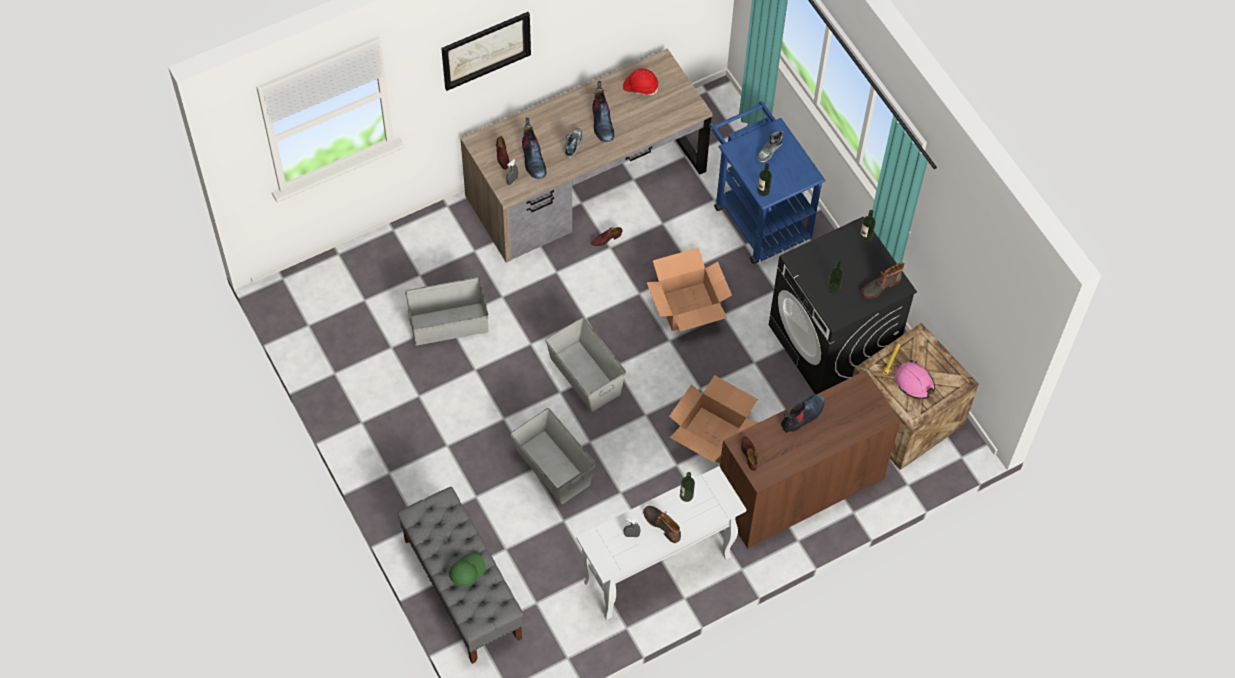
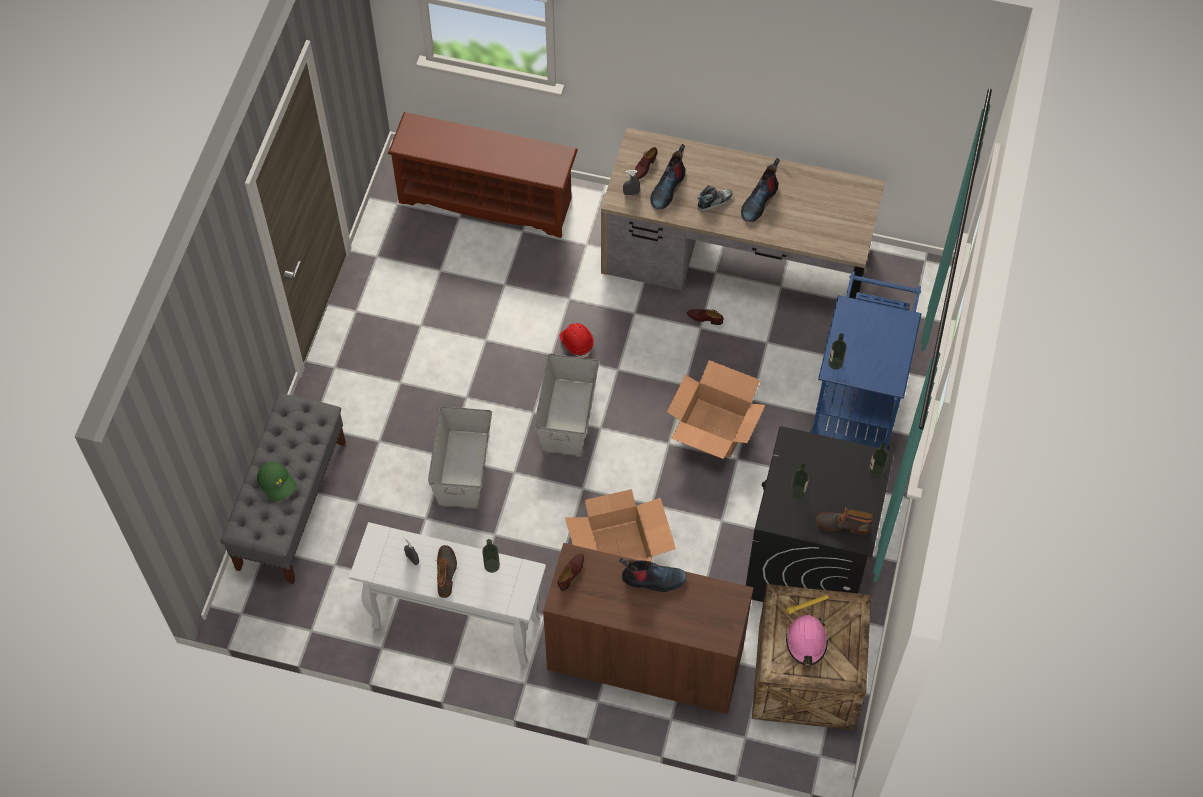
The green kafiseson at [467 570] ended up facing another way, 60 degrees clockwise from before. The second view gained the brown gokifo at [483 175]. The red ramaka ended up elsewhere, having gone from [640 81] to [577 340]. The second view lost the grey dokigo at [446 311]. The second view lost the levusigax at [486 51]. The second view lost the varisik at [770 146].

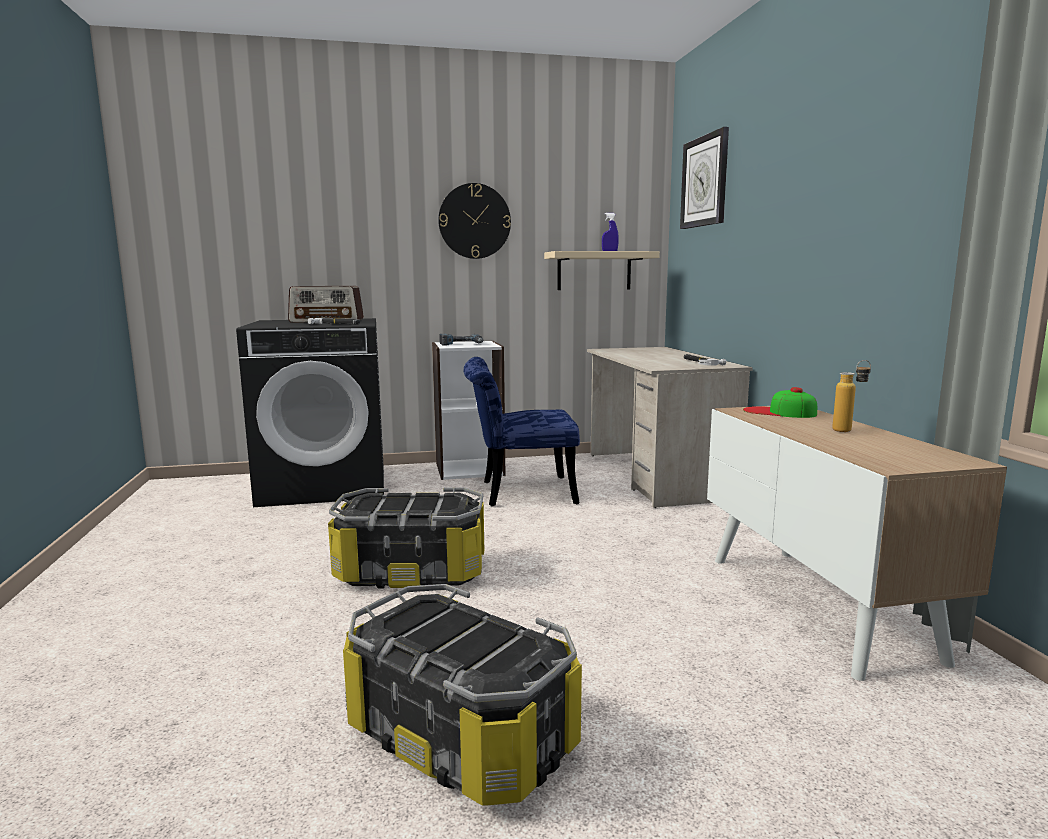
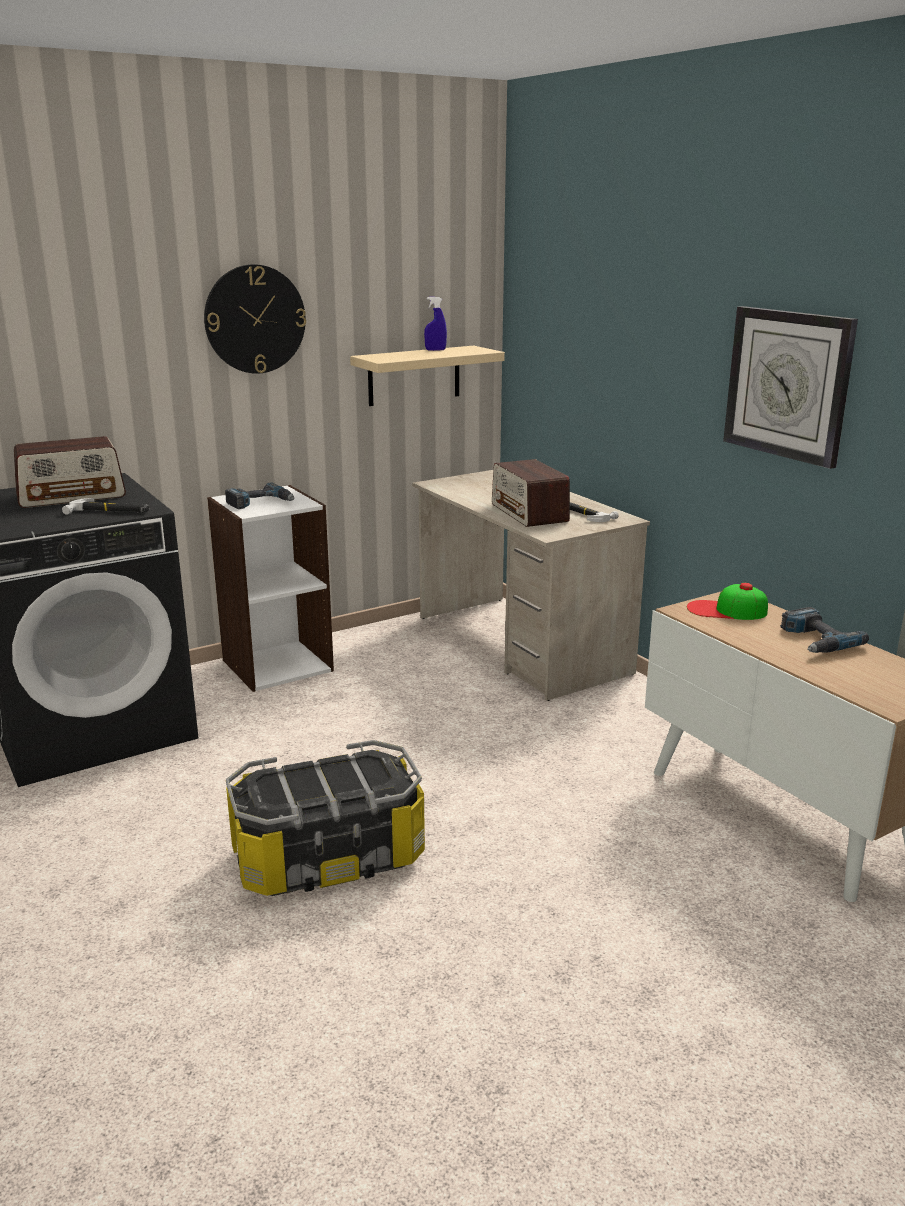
The second view gained the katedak at [531 493]. The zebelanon ended up elsewhere, having gone from [704 178] to [790 387]. Where the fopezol stood at [851 396], the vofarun came to stand at [824 630]. The second view lost the dokigo at [462 695]. The second view lost the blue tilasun at [522 431].

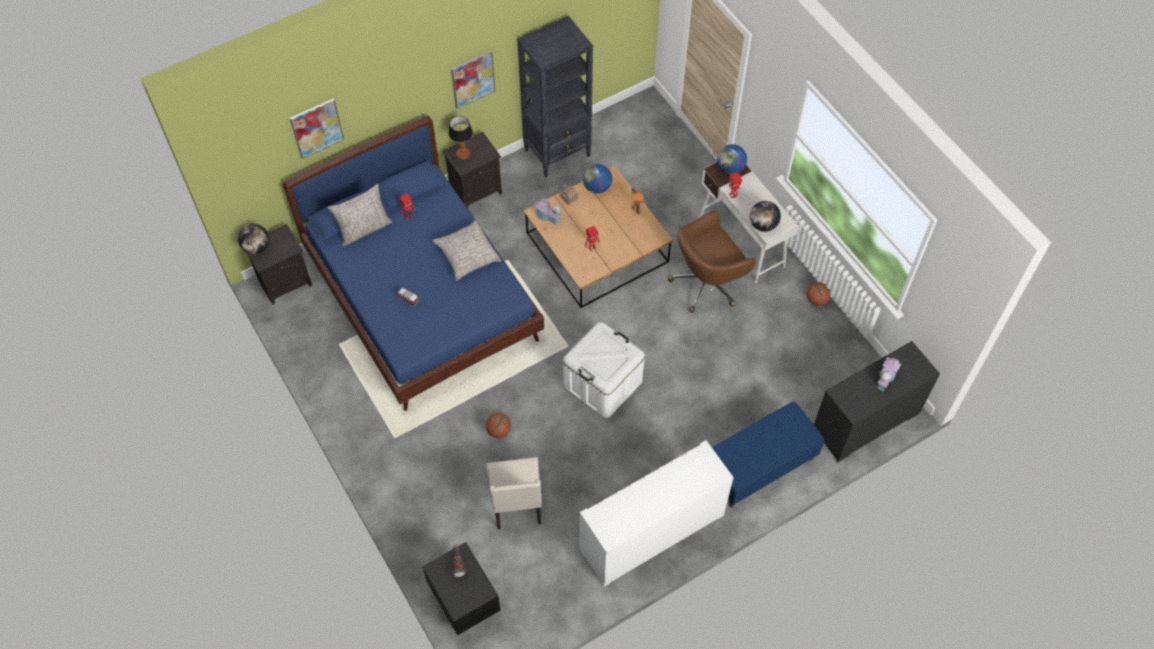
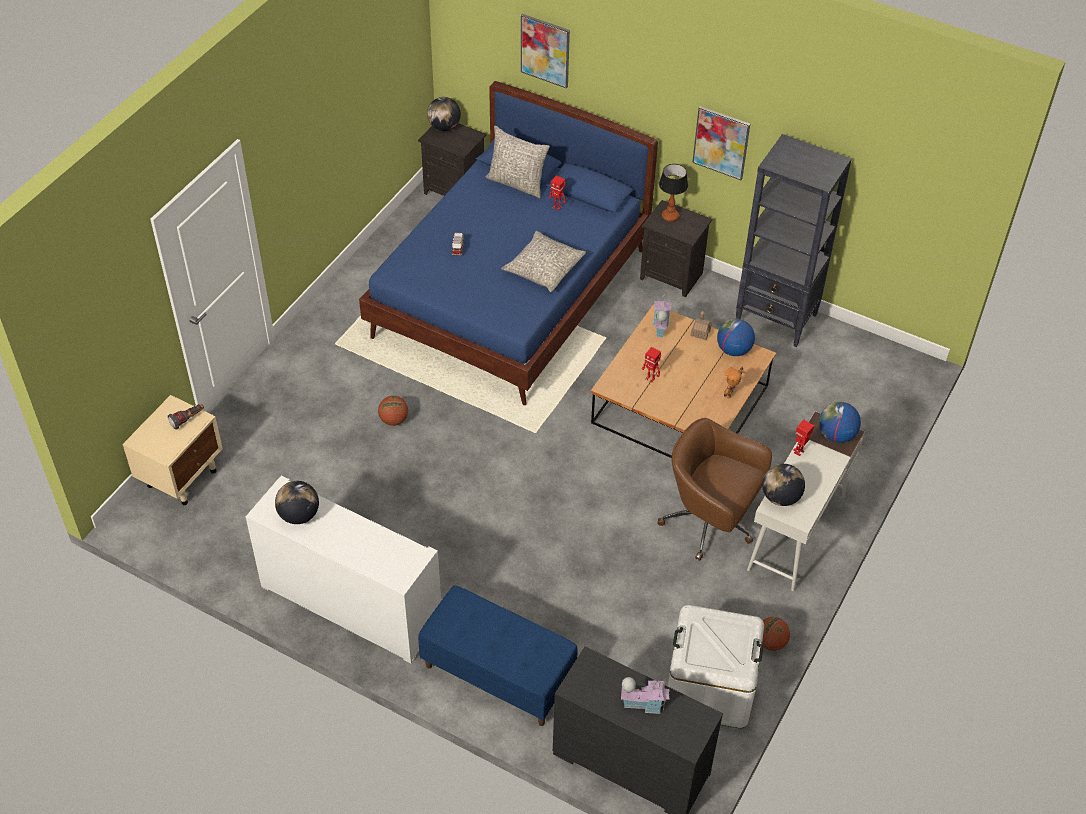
What was the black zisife at [461 588] turned into the beige zisife at [172 450]. The second view gained the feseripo at [297 502]. The white dokigo ended up elsewhere, having gone from [604 370] to [716 666]. The second view lost the beige tilasun at [514 493].

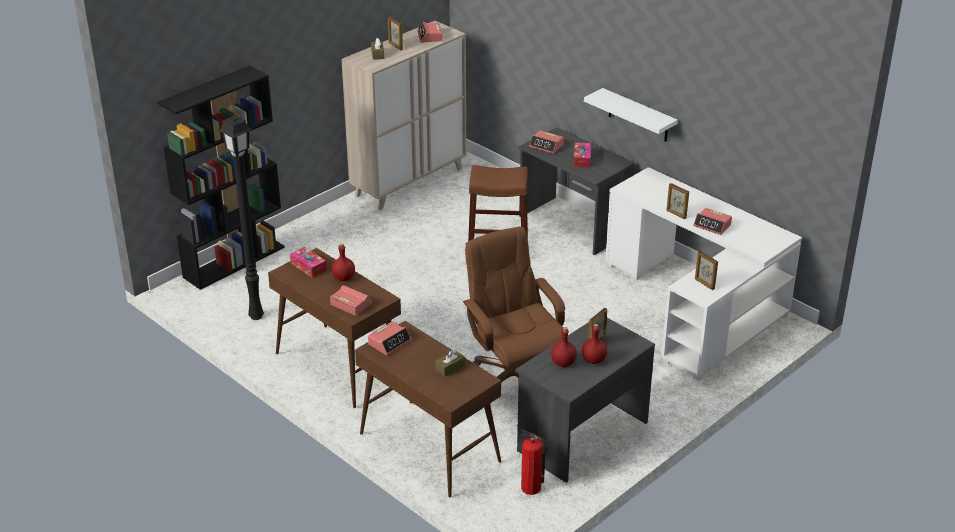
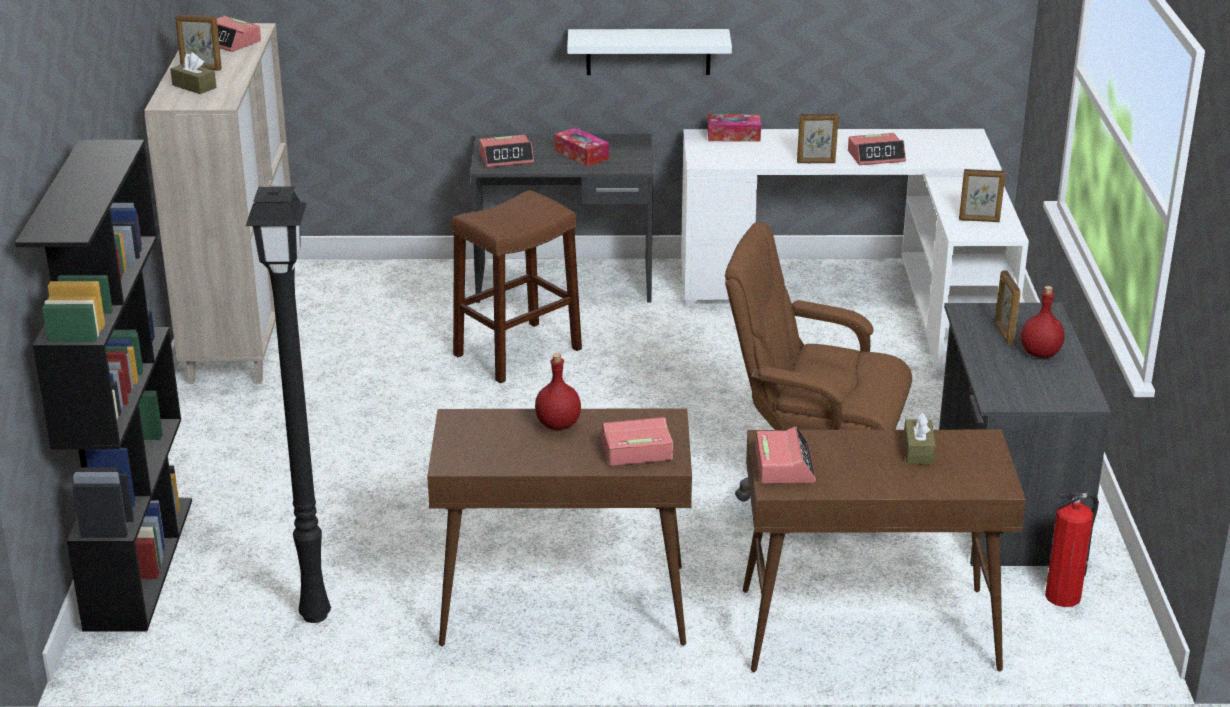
The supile ended up elsewhere, having gone from [308 262] to [734 128]. The second view lost the red fopezol at [564 347].

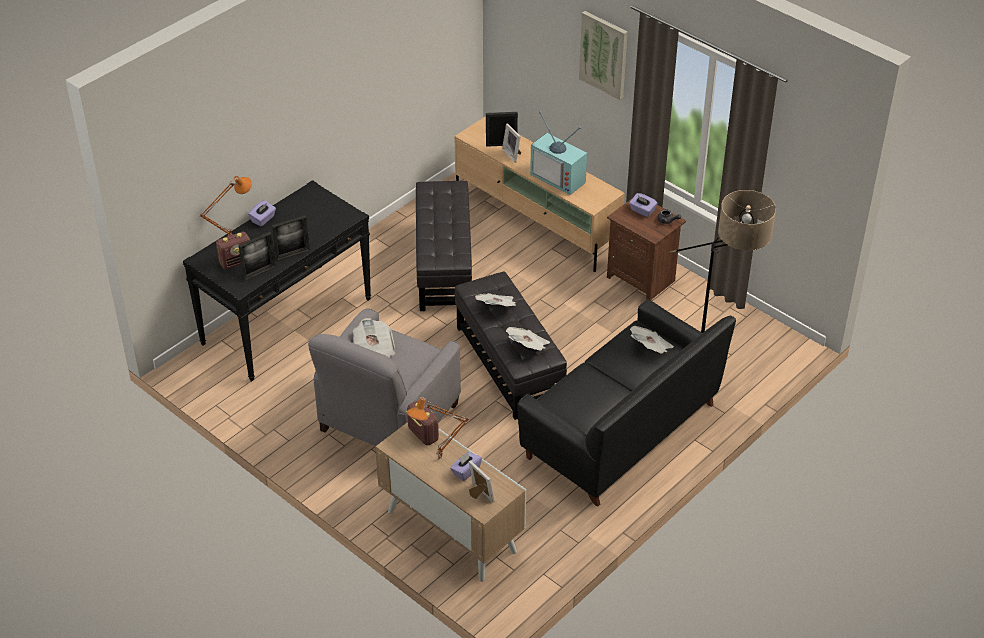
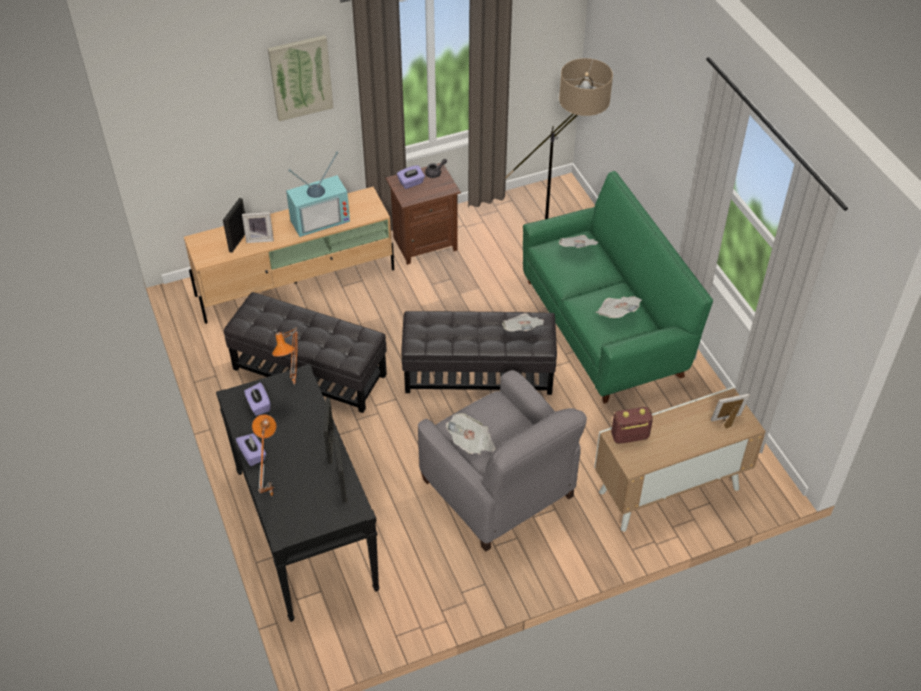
The purple supile ended up elsewhere, having gone from [466 466] to [257 399]. The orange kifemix ended up elsewhere, having gone from [438 428] to [285 356]. What was the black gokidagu at [626 403] turned into the green gokidagu at [618 287]. The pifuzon ended up elsewhere, having gone from [495 299] to [619 307]. The second view lost the katedak at [233 250].

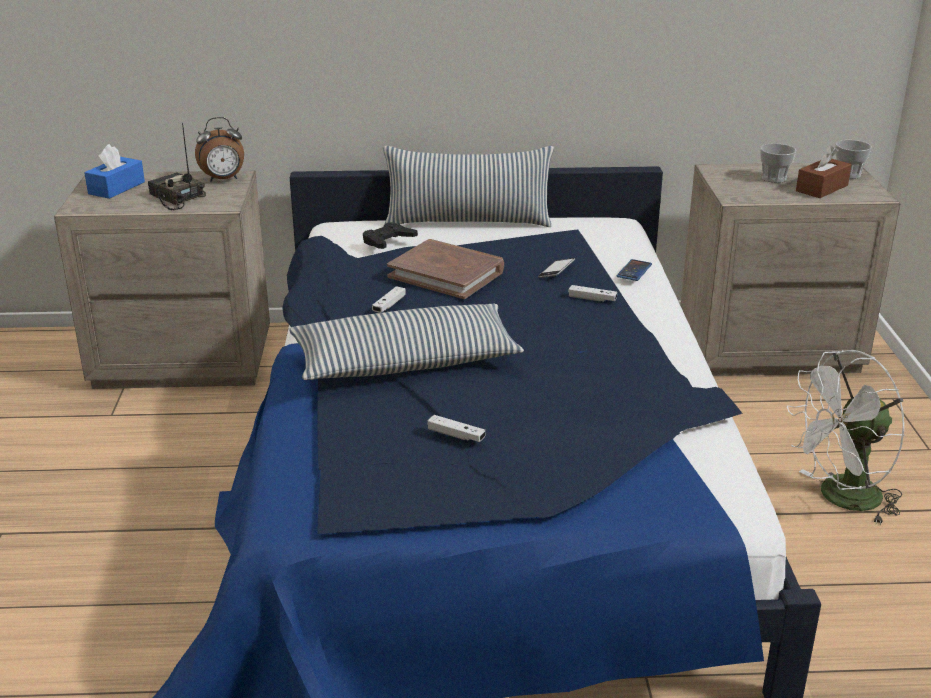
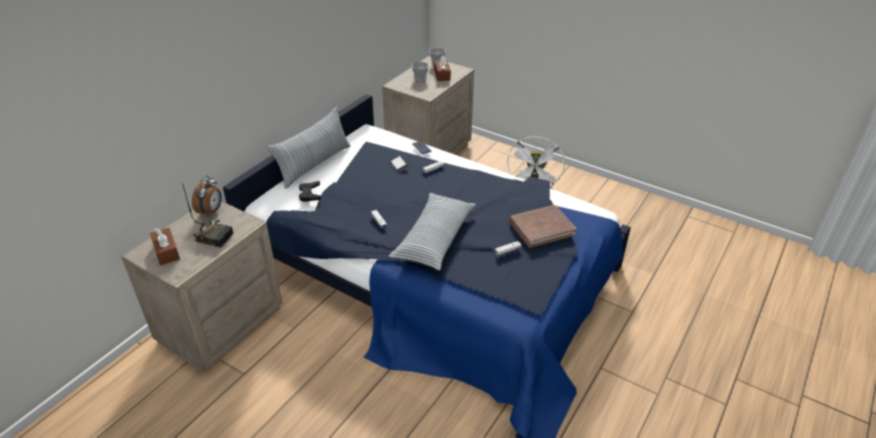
What was the blue supile at [114 171] turned into the brown supile at [165 246]. The katedak at [177 166] ended up facing another way, 150 degrees counterclockwise from before. The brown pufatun ended up elsewhere, having gone from [445 269] to [543 226].

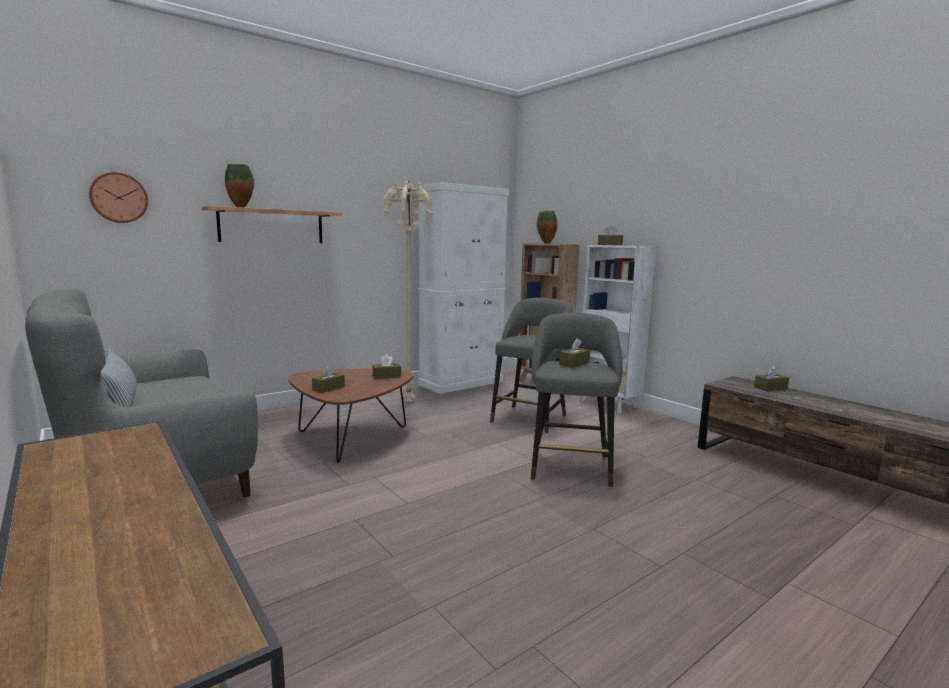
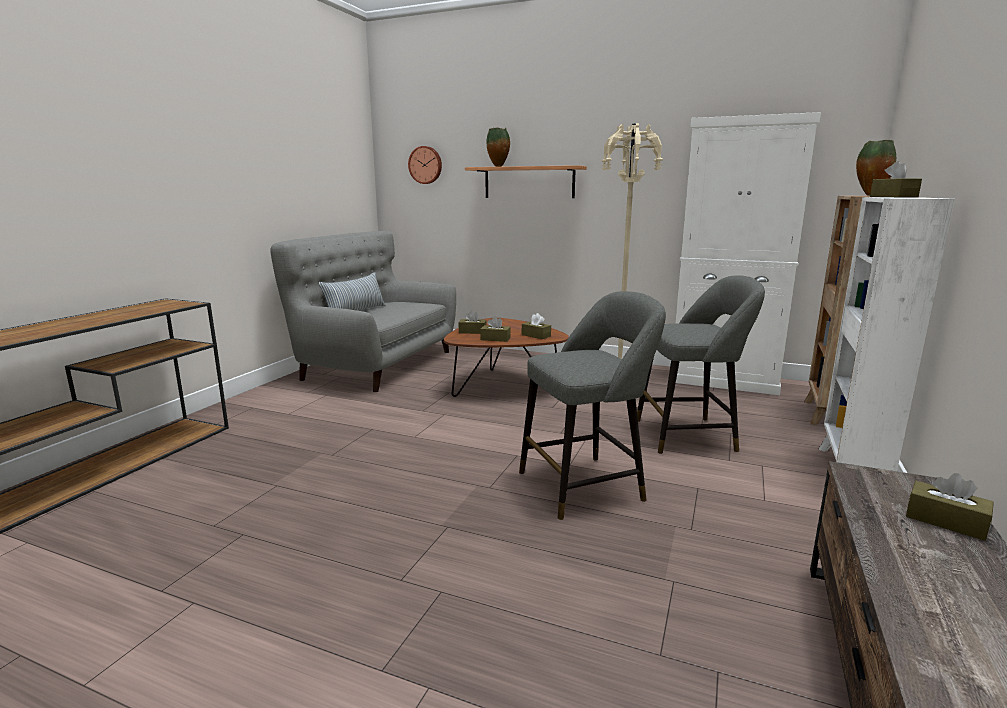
The brown supile ended up elsewhere, having gone from [574 353] to [495 329].

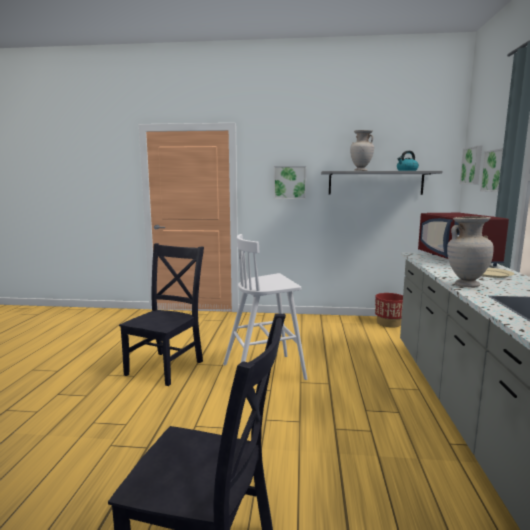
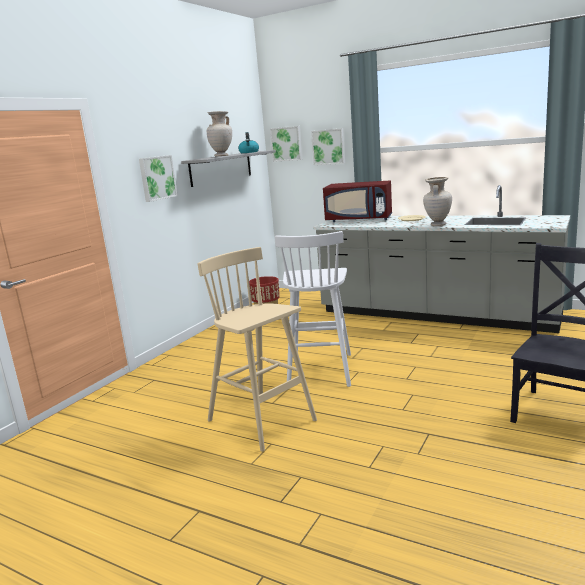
Where the black tilasun stood at [161 314], the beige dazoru came to stand at [257 349].

